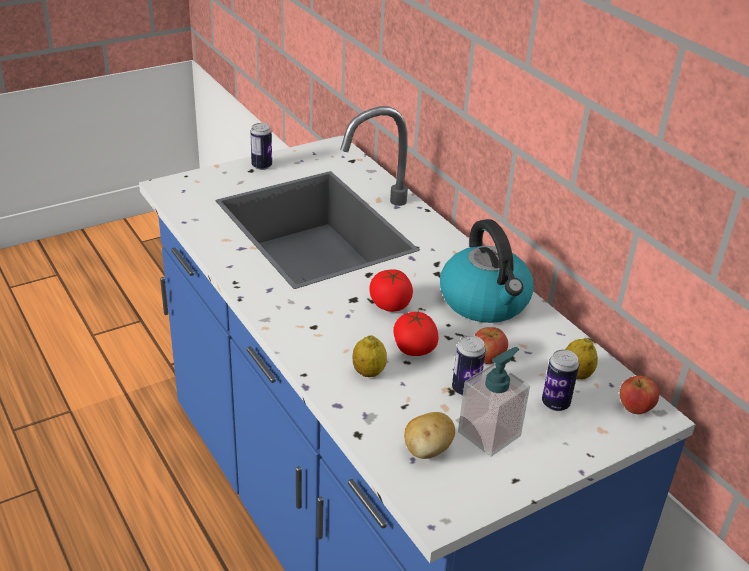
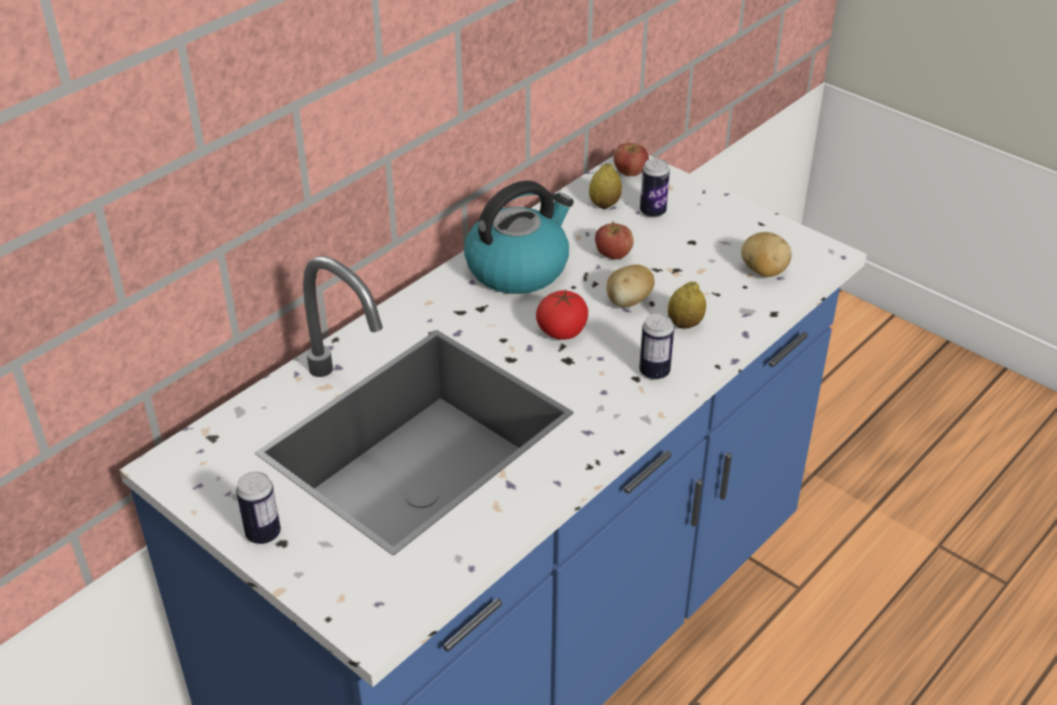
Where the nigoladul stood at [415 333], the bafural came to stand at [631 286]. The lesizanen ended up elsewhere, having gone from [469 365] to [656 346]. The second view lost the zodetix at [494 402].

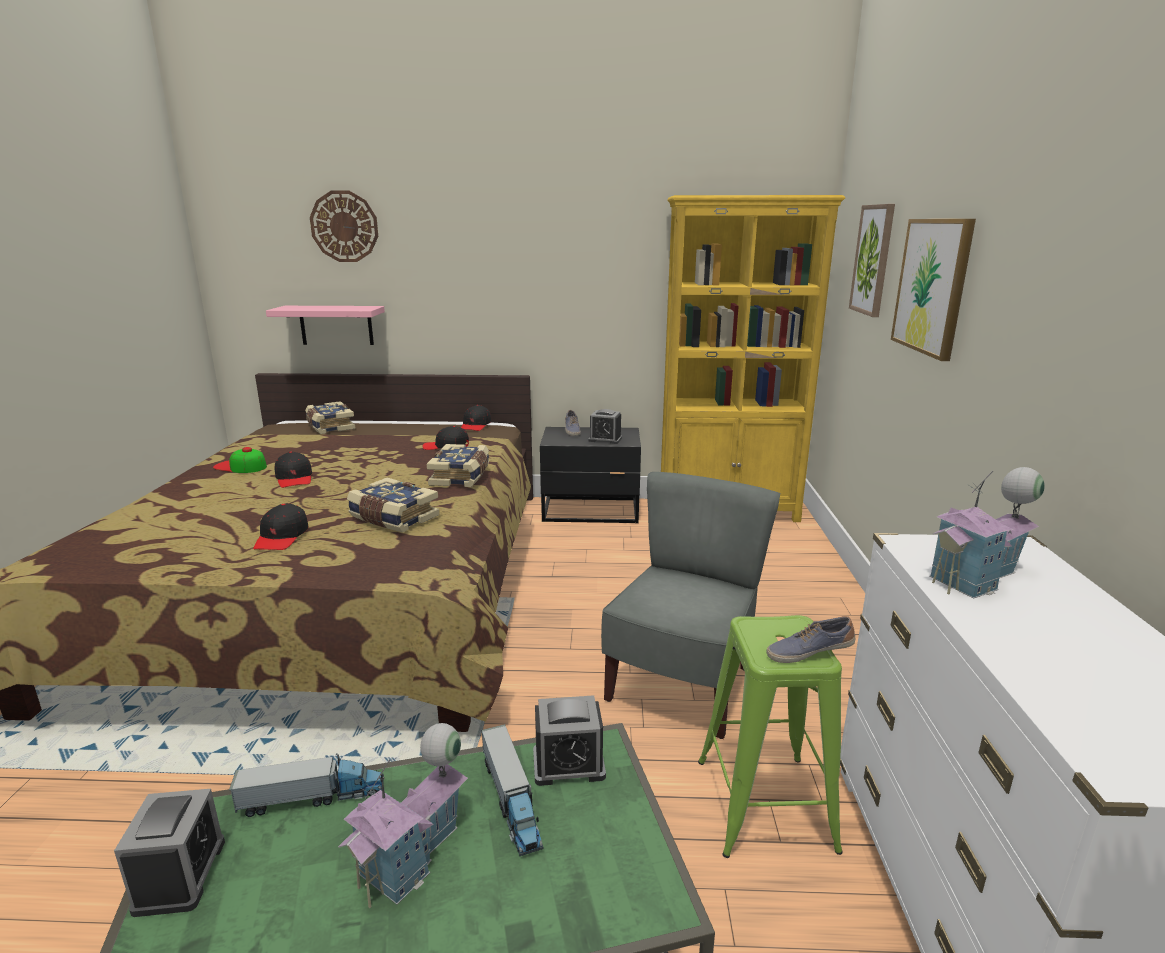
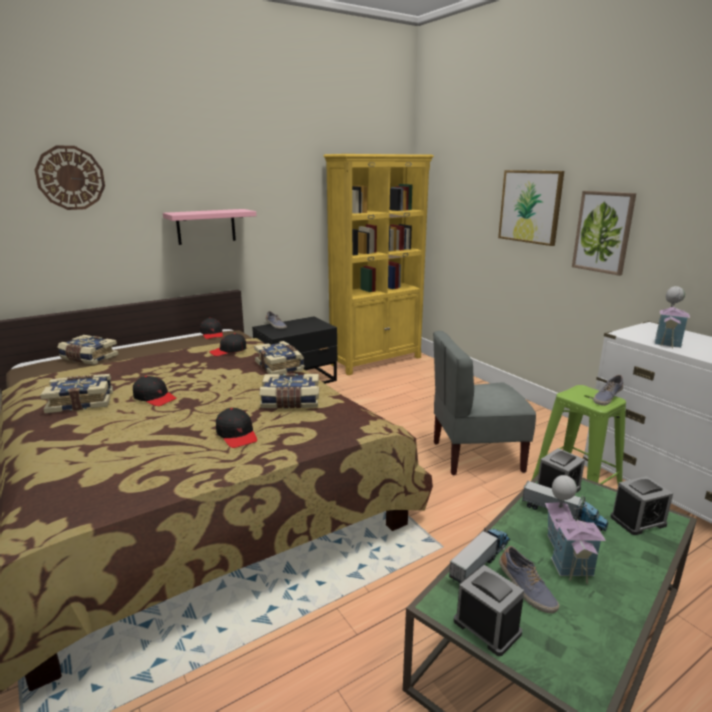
Where the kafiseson stood at [240 460], the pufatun came to stand at [76 393]. The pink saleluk ended up elsewhere, having gone from [325 325] to [209 227]. The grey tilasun at [690 605] ended up facing another way, 90 degrees counterclockwise from before. The second view gained the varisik at [529 579]. The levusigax ended up elsewhere, having gone from [872 260] to [604 233]. The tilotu ended up elsewhere, having gone from [605 426] to [641 505].

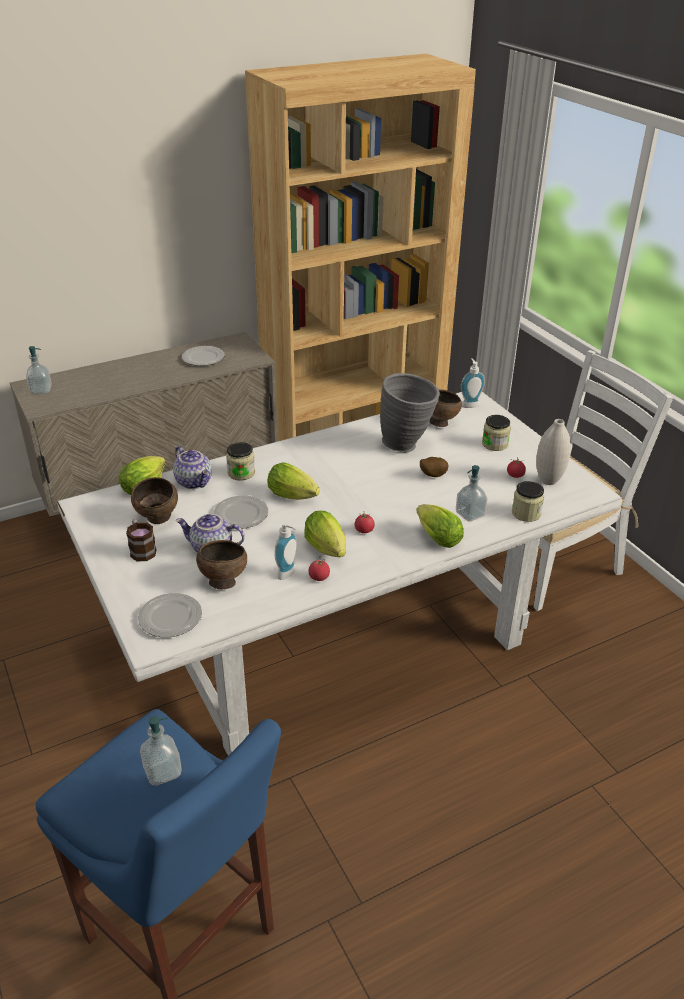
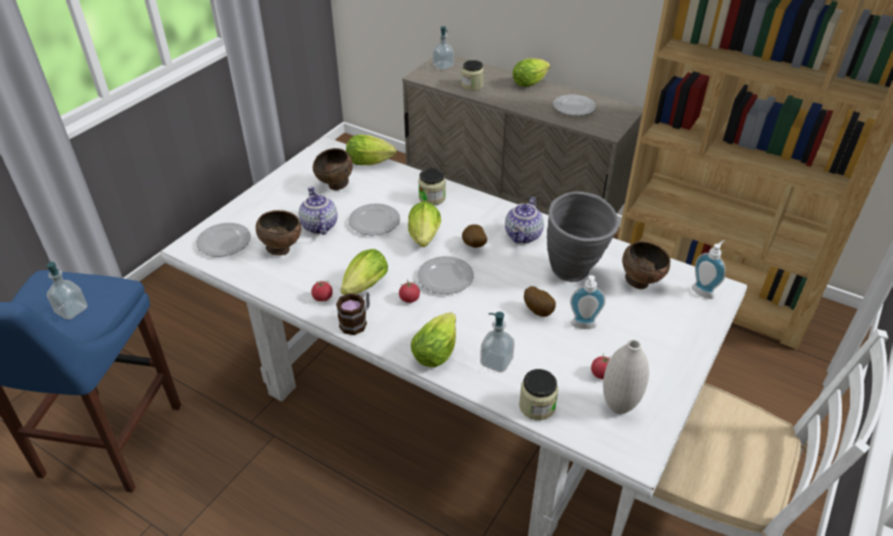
The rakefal ended up elsewhere, having gone from [141 540] to [353 313]. The second view gained the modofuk at [445 275]. The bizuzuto ended up elsewhere, having gone from [496 433] to [473 75]. The second view gained the bafural at [474 236]. The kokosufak ended up elsewhere, having gone from [192 467] to [524 220]. The second view gained the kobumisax at [531 72]. The zodetix ended up elsewhere, having gone from [286 551] to [588 302].

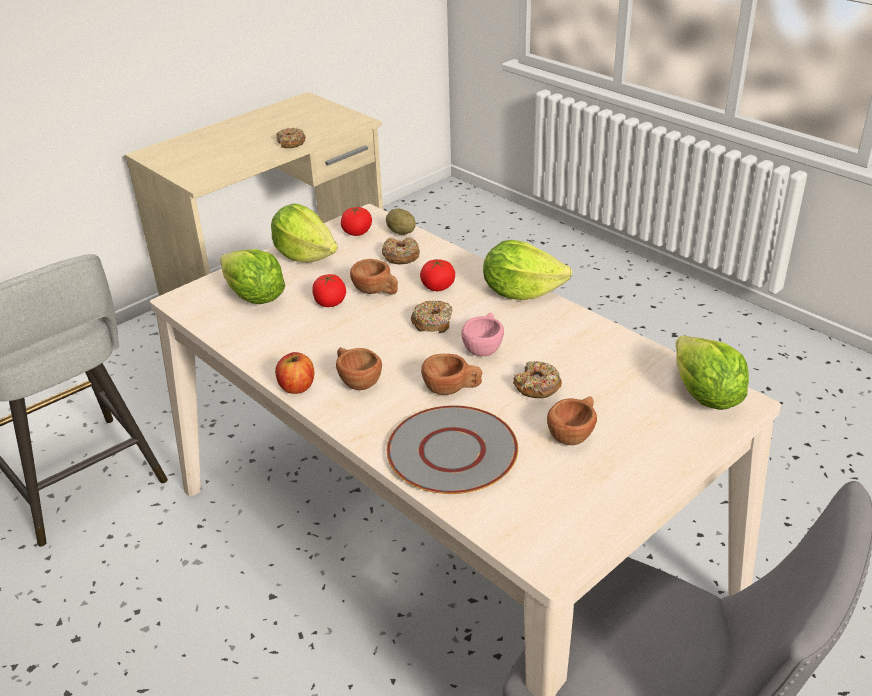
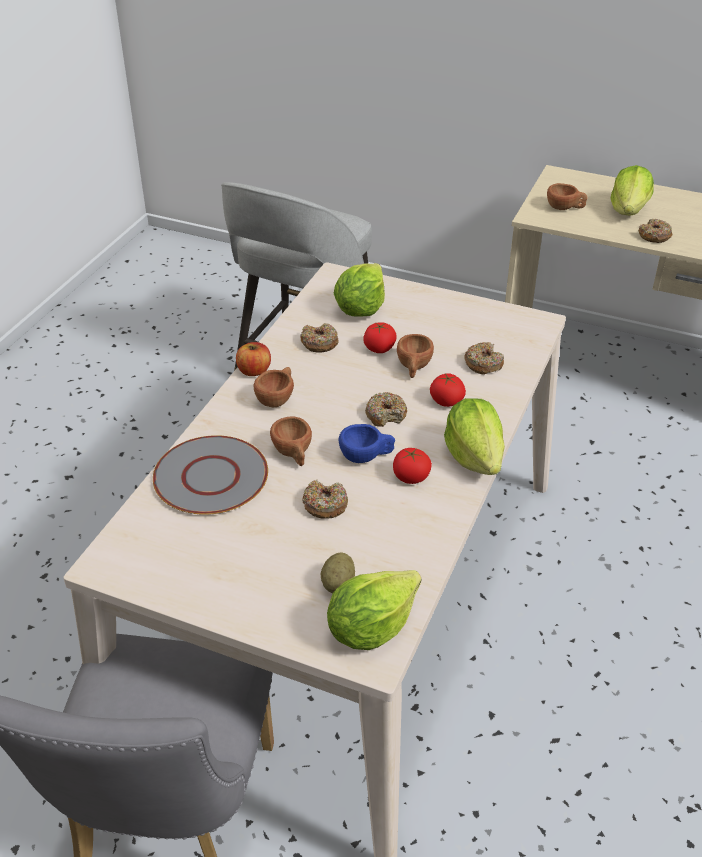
The second view gained the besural at [319 338]. The bafural ended up elsewhere, having gone from [401 221] to [338 572]. What was the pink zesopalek at [482 334] turned into the blue zesopalek at [366 443]. The nigoladul ended up elsewhere, having gone from [356 221] to [412 466]. The brown zesopalek ended up elsewhere, having gone from [572 421] to [567 196]. The kobumisax ended up elsewhere, having gone from [304 233] to [632 190].

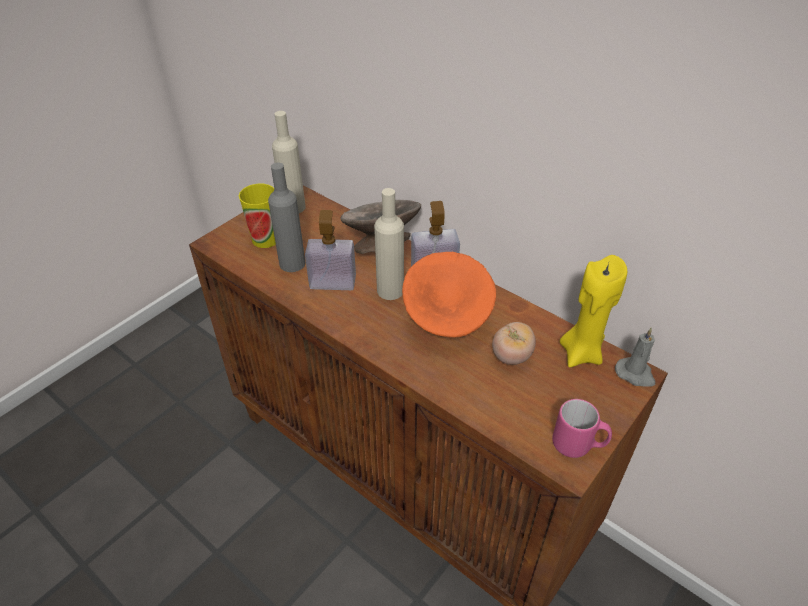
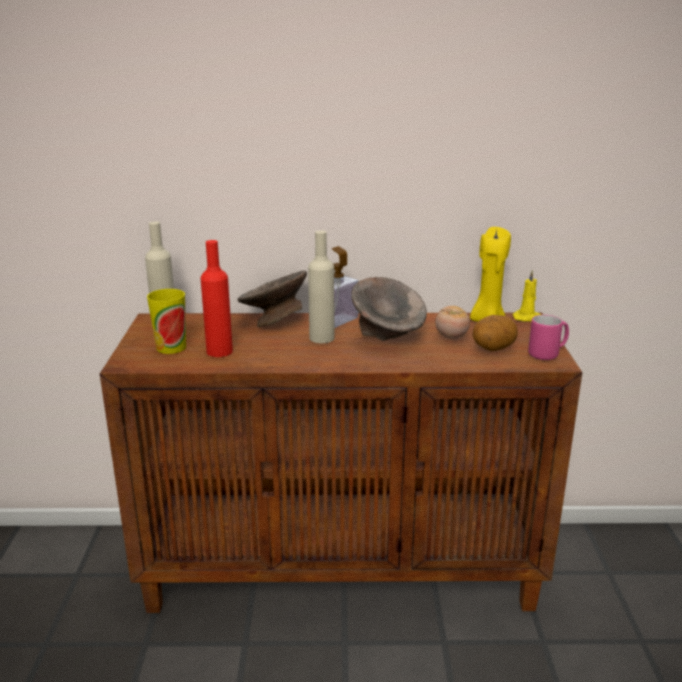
What was the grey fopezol at [287 217] turned into the red fopezol at [216 298]. What was the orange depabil at [449 295] turned into the grey depabil at [389 309]. The second view gained the bafural at [495 333]. What was the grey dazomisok at [635 357] turned into the yellow dazomisok at [526 296]. The second view lost the zodetix at [330 250].

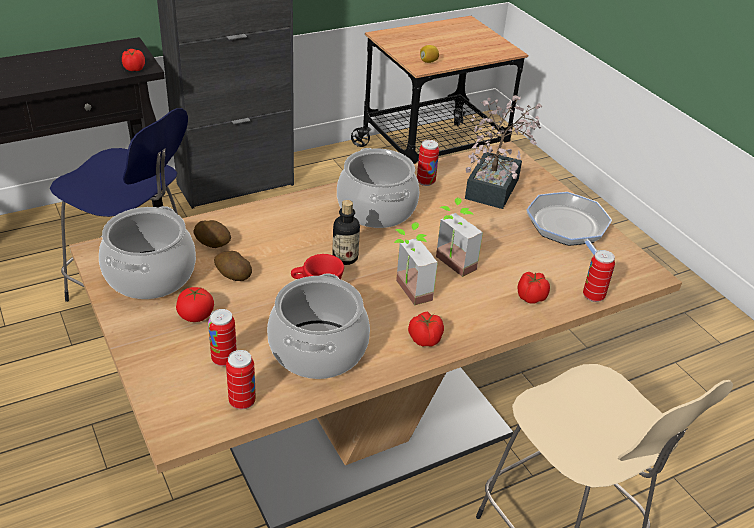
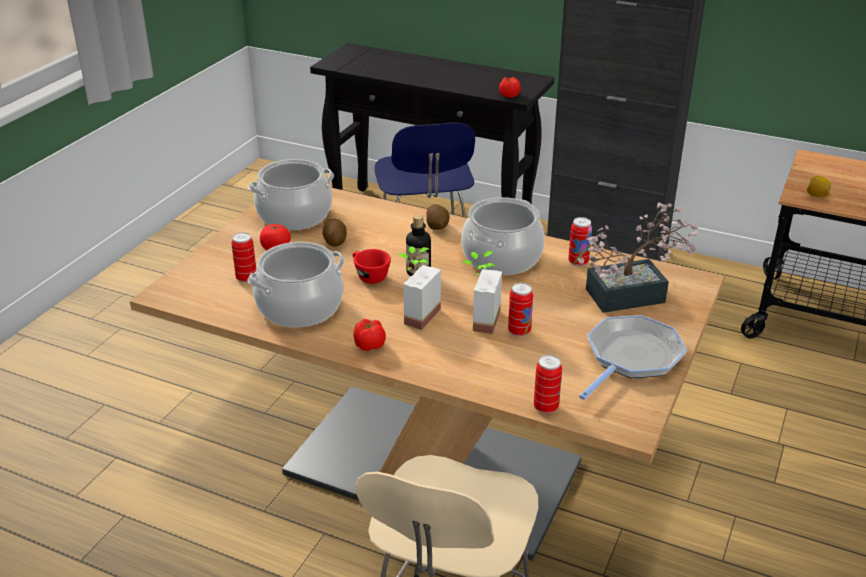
The bafural ended up elsewhere, having gone from [212 234] to [438 217]. The lesizanen ended up elsewhere, having gone from [241 379] to [520 310]. The second view lost the nigoladul at [533 288].

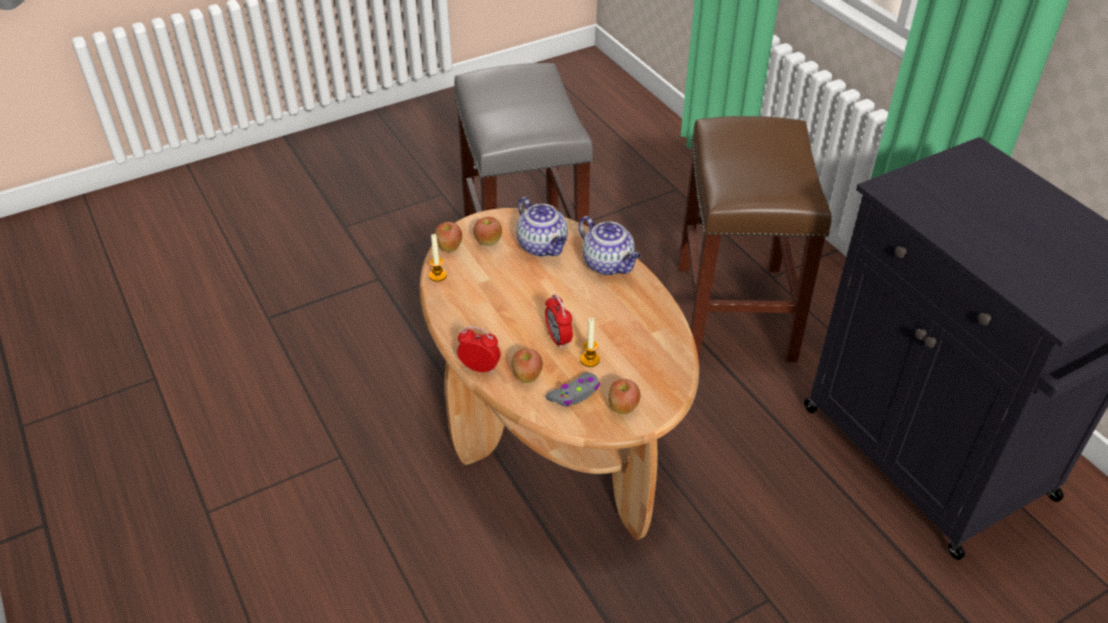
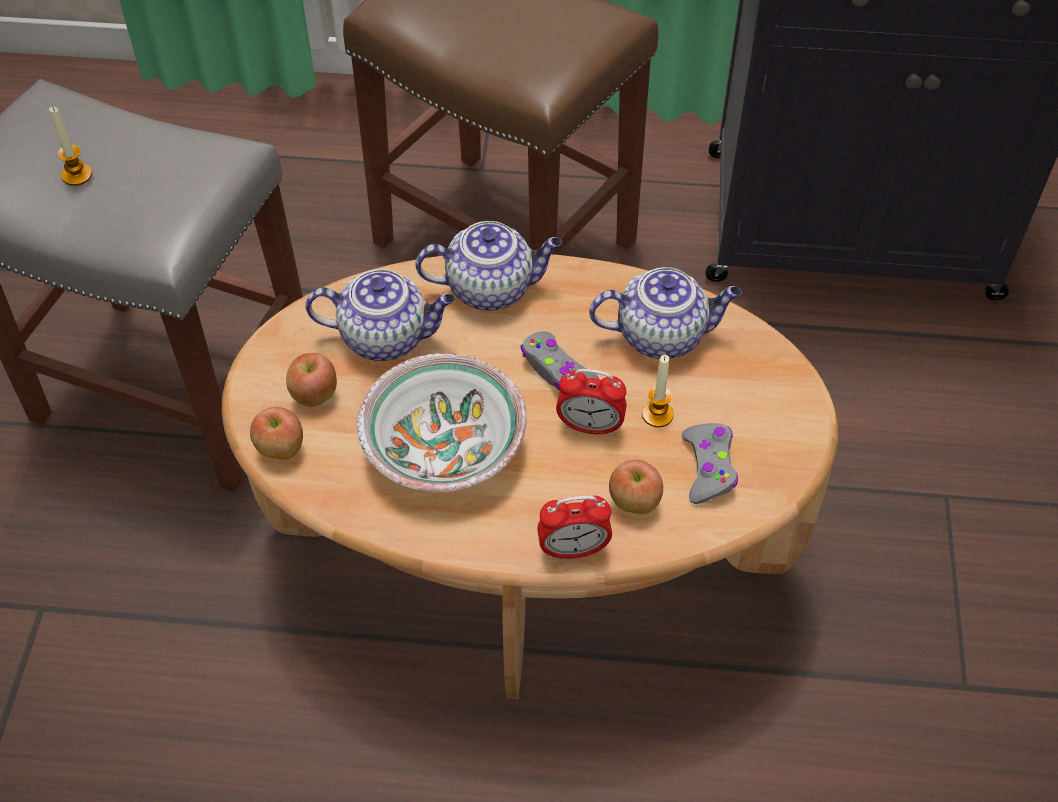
The dazomisok ended up elsewhere, having gone from [438 258] to [70 146]. The second view gained the depabil at [441 422]. The second view gained the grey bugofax at [560 361]. The tilotu at [478 350] ended up facing another way, 150 degrees counterclockwise from before. The second view gained the kokosufak at [665 313]. The second view lost the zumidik at [624 397].

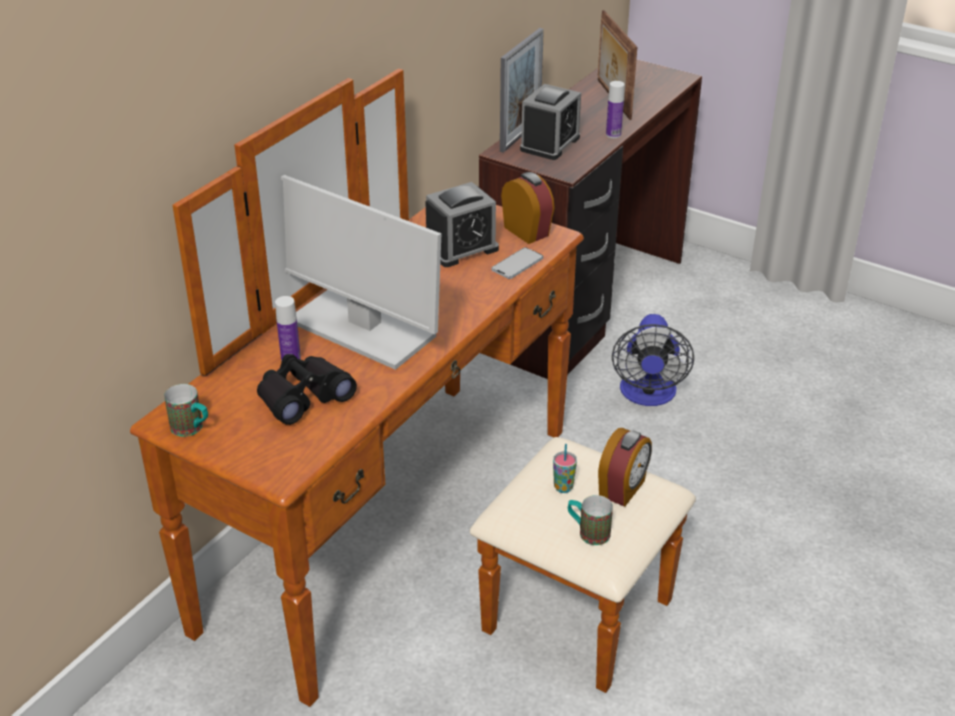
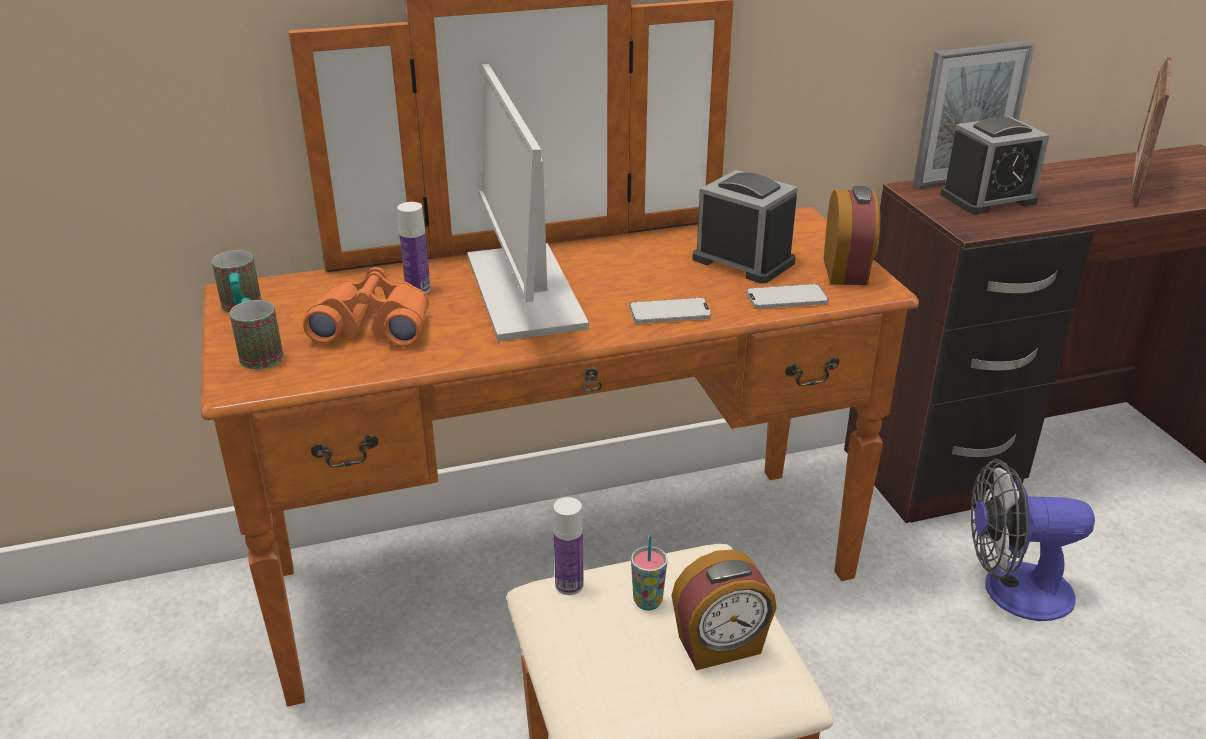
The rakefal ended up elsewhere, having gone from [590 520] to [256 333]. What was the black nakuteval at [307 389] turned into the orange nakuteval at [366 307]. The fopezol ended up elsewhere, having gone from [615 109] to [569 546]. The second view gained the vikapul at [670 311]. The tilotu at [462 224] ended up facing another way, 150 degrees counterclockwise from before. The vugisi at [653 360] ended up facing another way, 45 degrees clockwise from before.

